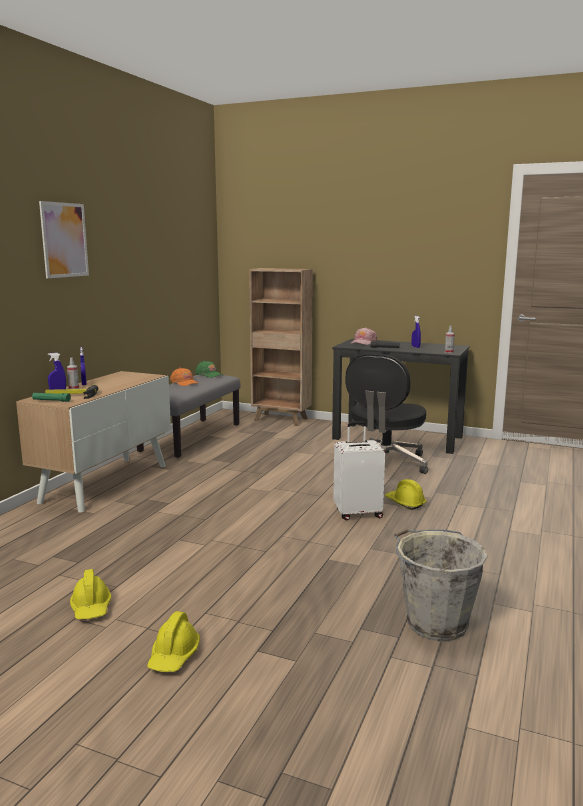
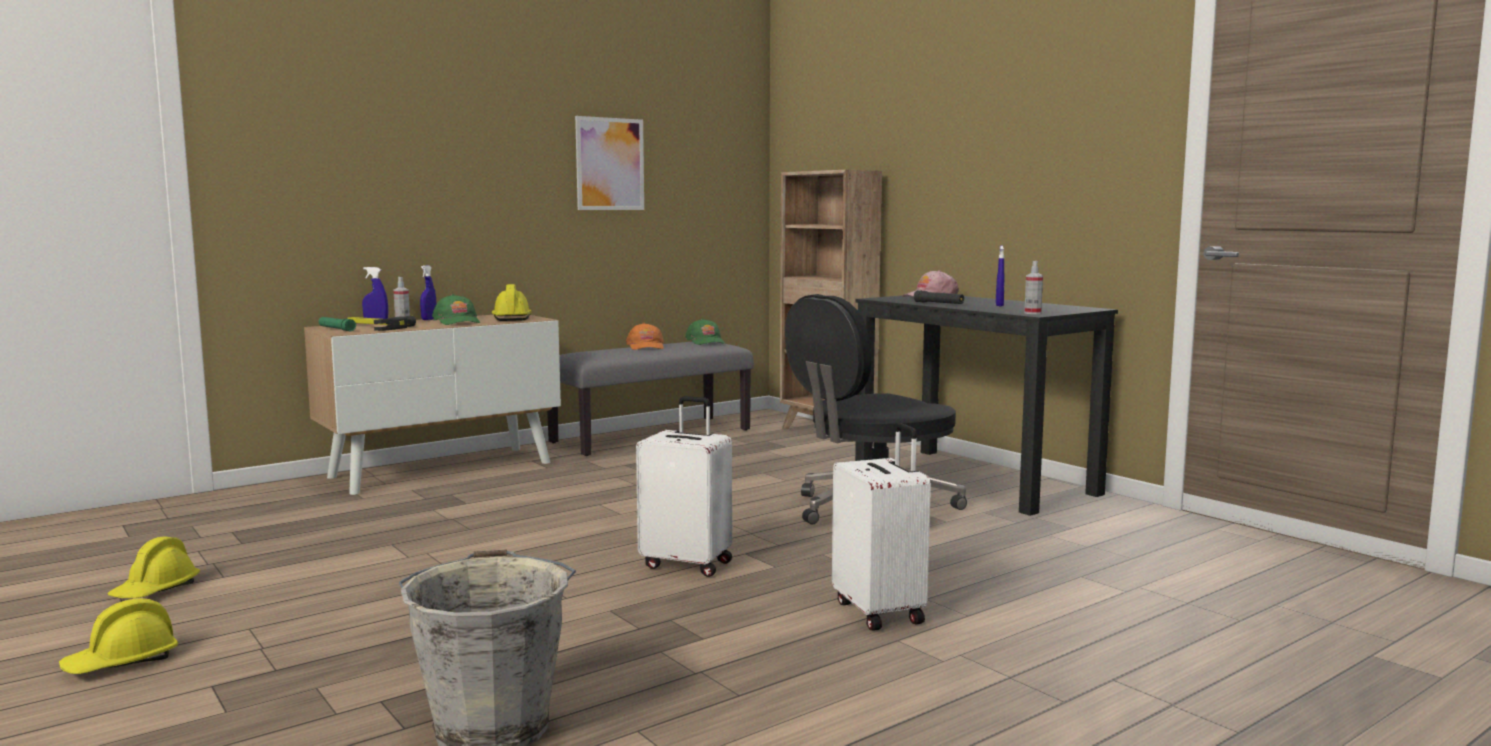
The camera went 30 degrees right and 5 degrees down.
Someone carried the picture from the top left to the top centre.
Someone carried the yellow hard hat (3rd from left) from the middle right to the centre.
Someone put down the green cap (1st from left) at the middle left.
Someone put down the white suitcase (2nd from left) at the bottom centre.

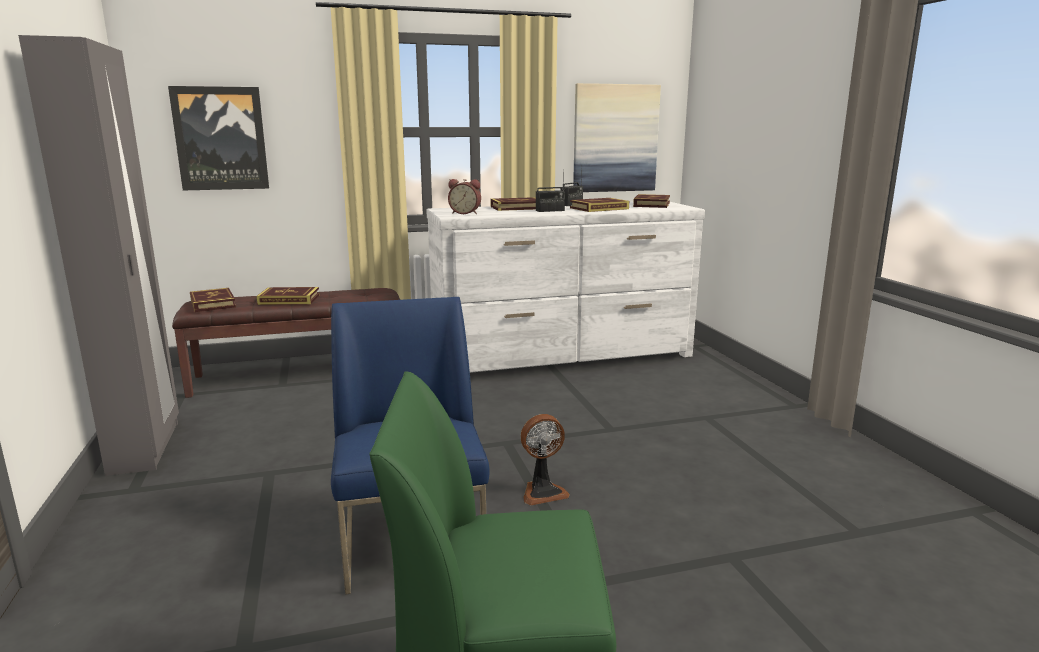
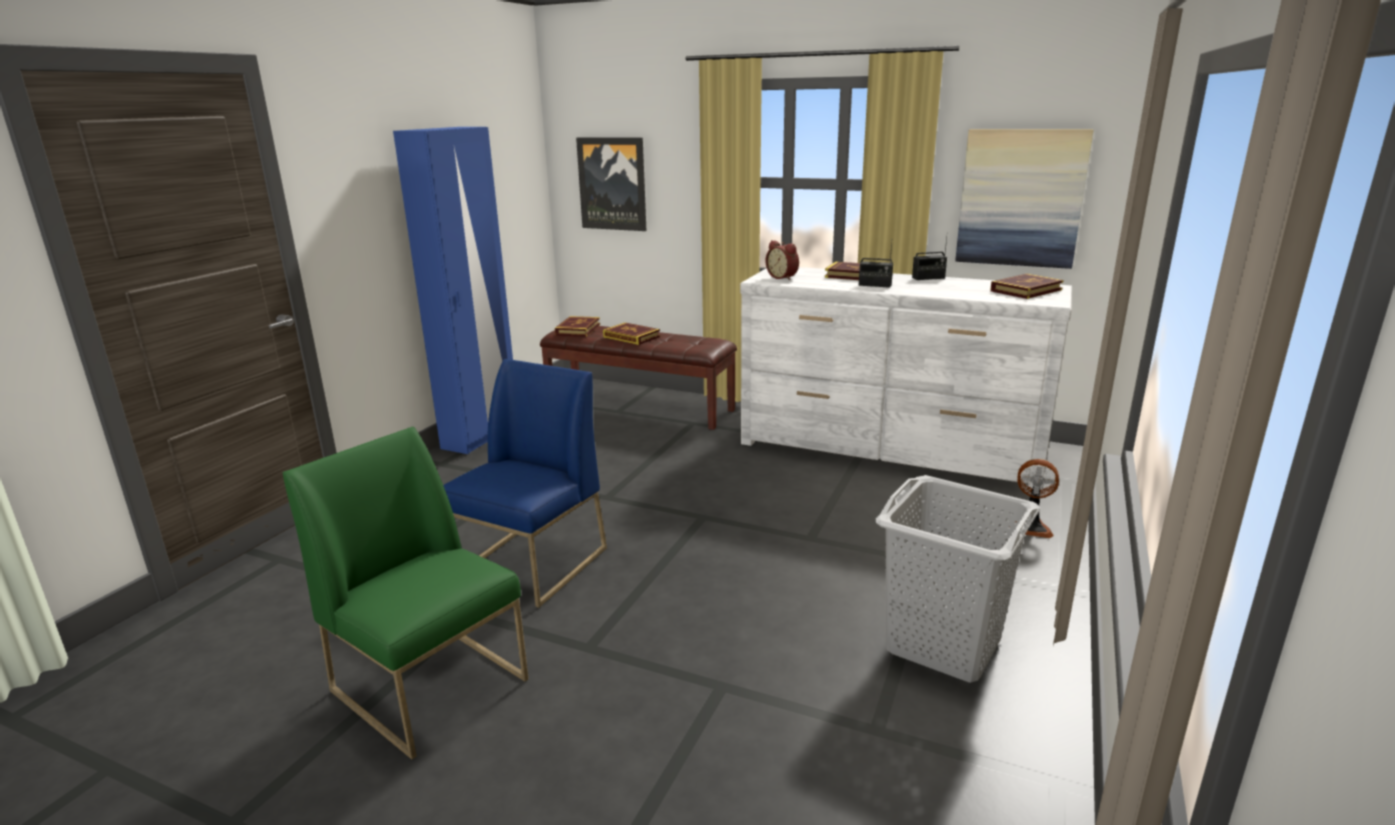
The camera went 40 degrees right and 5 degrees up.
Someone repainted the grey wardrobe at the middle left, which became the blue wardrobe at the middle left.
Someone took away the book (4th from left) at the top centre.
Someone carried the fan from the bottom centre to the middle right.
Someone put down the grey laundry basket at the bottom right.

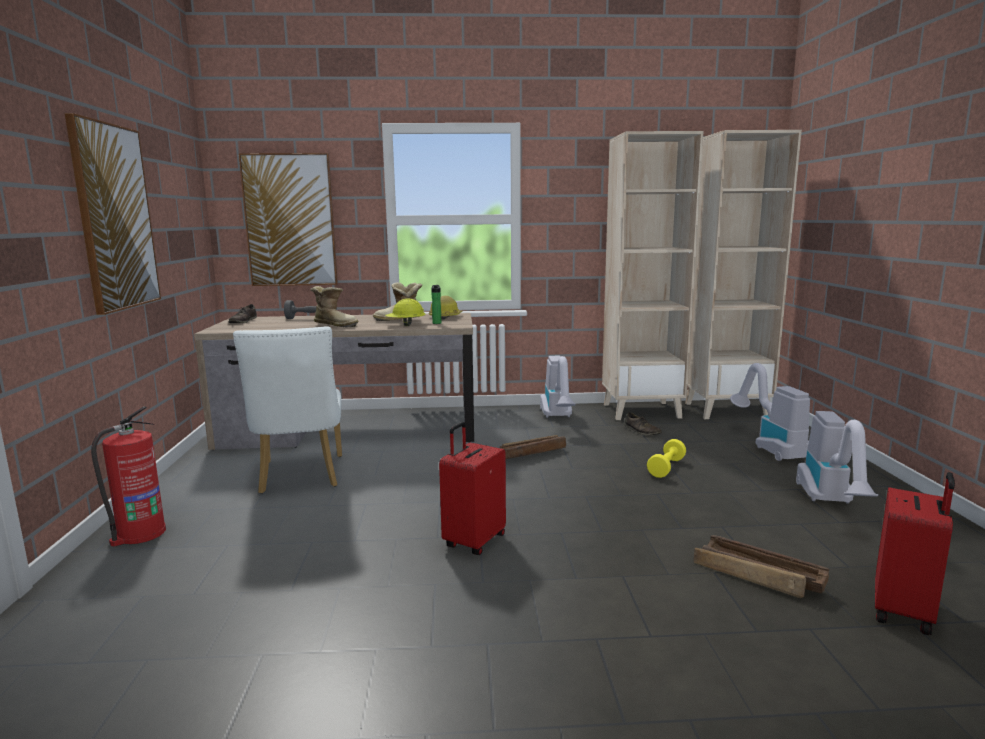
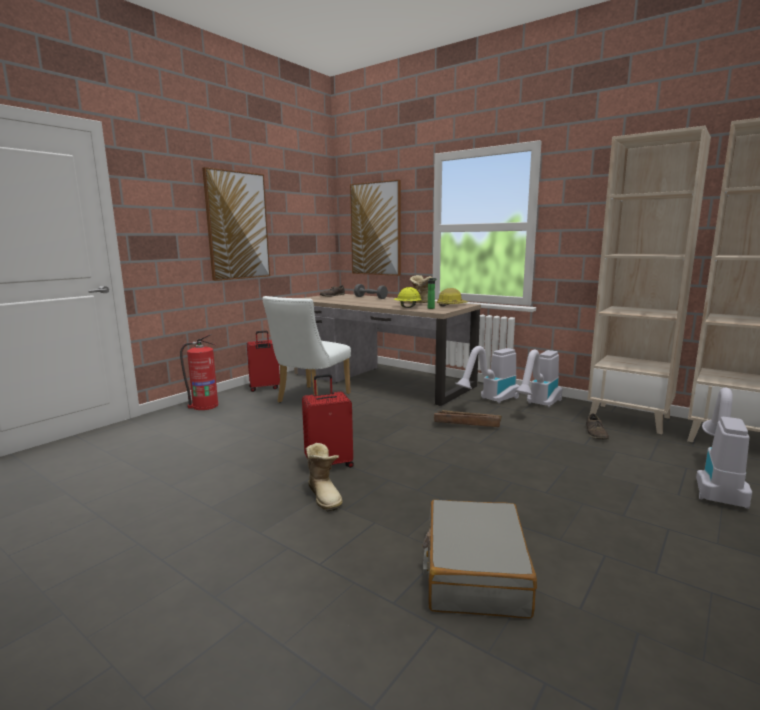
The camera went 40 degrees right and 0 degrees up.
Someone carried the boot (1st from left) from the centre to the bottom centre.
Someone carried the vacuum cleaner (3rd from left in the first image) from the middle right to the centre.
Someone took away the yellow dumbbell at the middle right.
Someone carried the red suitcase (2nd from left in the first image) from the bottom right to the centre.
Someone swapped the crate (2nd from left) at the bottom right for the grey suitcase at the bottom centre.

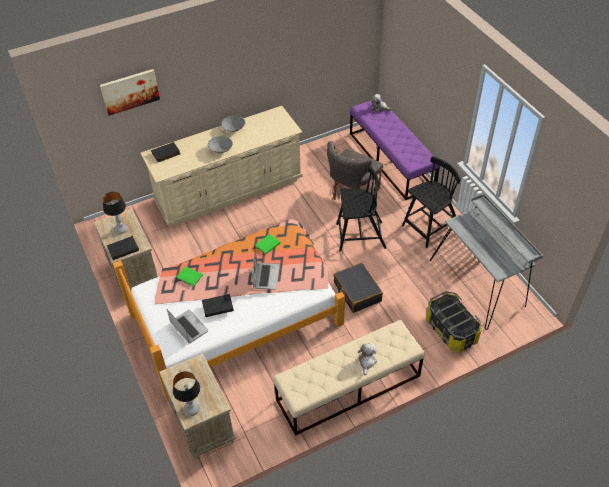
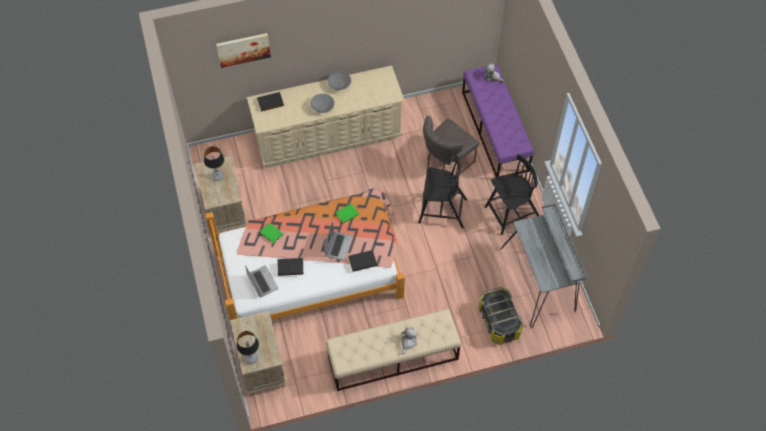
The camera went 10 degrees right and 10 degrees up.
Someone carried the black book (1st from left in the first image) from the middle left to the centre.
Someone took away the black suitcase at the centre.

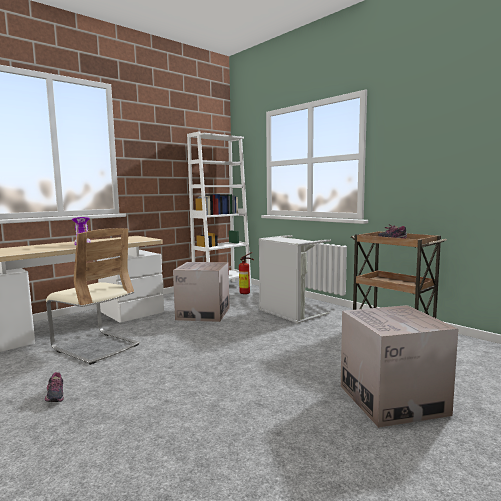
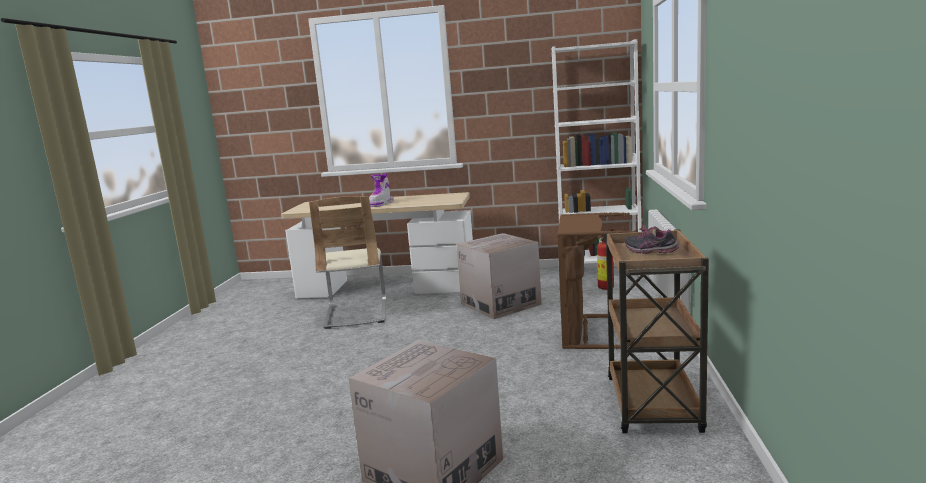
The camera went 50 degrees right and 5 degrees up.
Someone repainted the grey laundry basket at the centre, which became the brown laundry basket at the centre.
Someone took away the shoe (1st from left) at the bottom left.

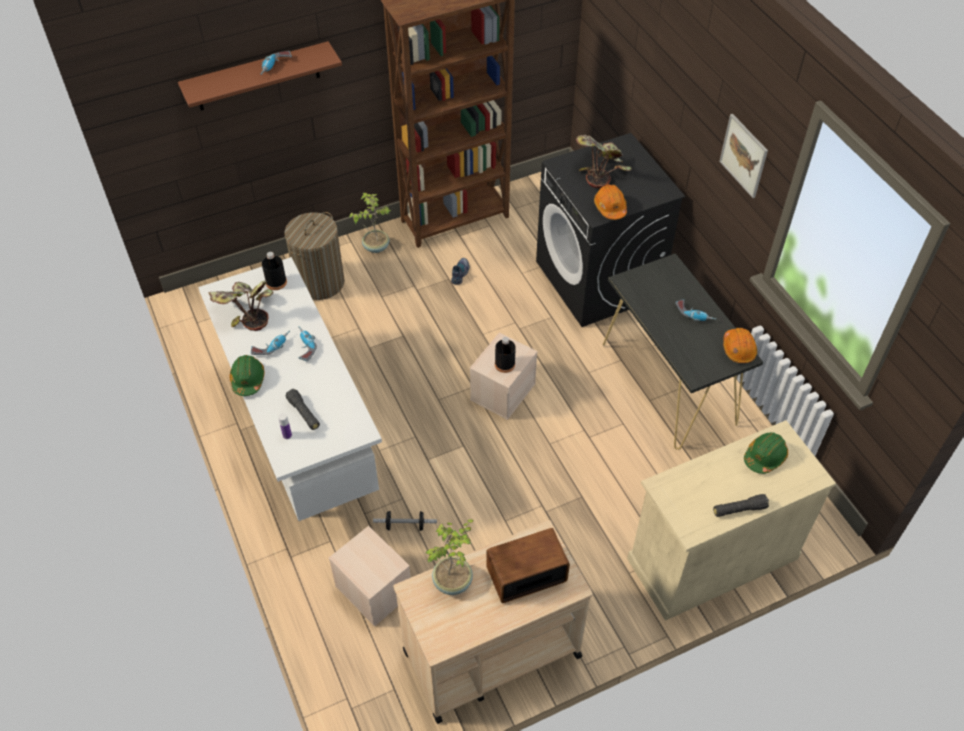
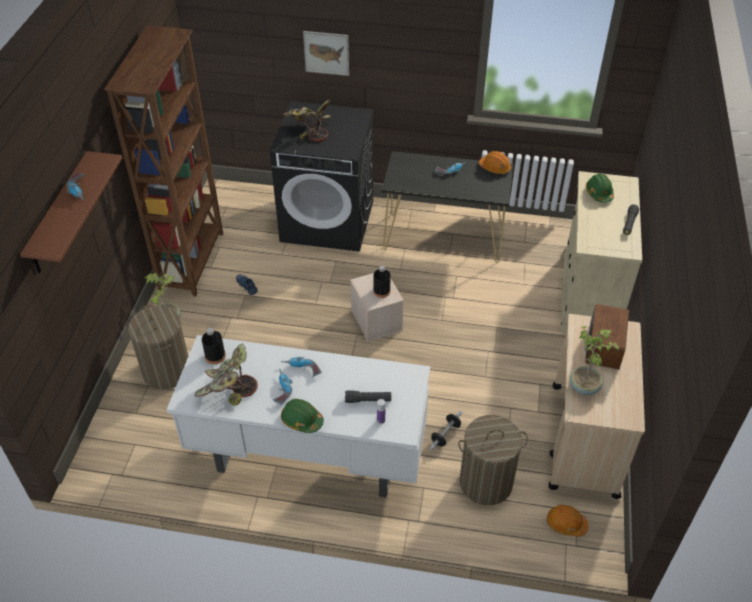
The camera went 55 degrees left and 5 degrees down.
Someone carried the picture from the top right to the top centre.
Someone carried the orange hard hat (1st from left in the first image) from the top centre to the bottom right.
Someone swapped the beige storage box (1st from left) at the bottom centre for the laundry basket (2nd from left) at the bottom centre.

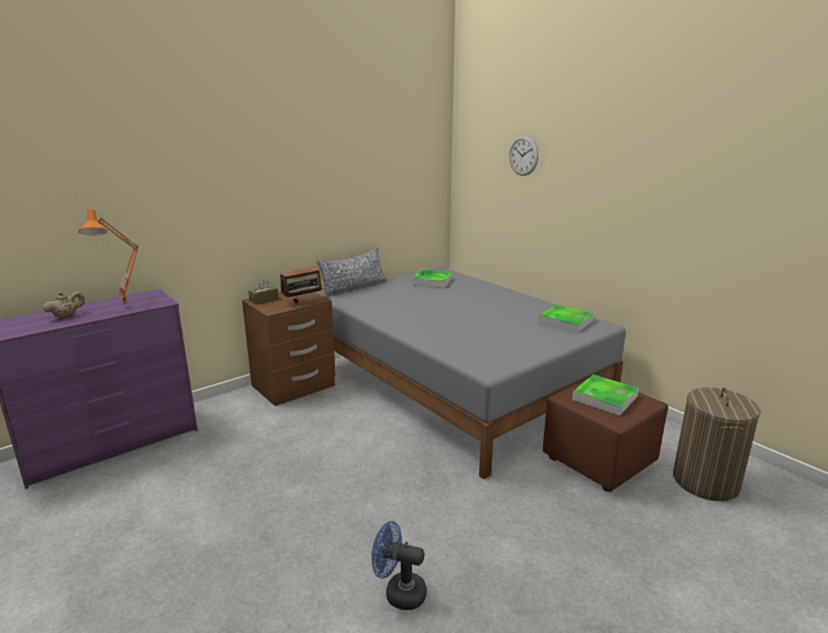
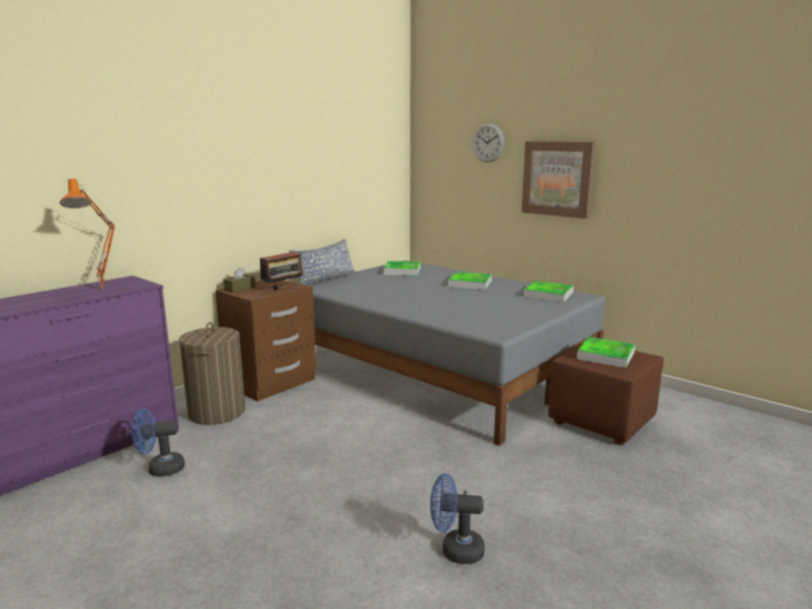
The camera went 10 degrees left and 5 degrees down.
Someone took away the beige teapot at the middle left.
Someone carried the laundry basket from the bottom right to the middle left.
Someone put up the picture at the top right.
Someone put down the tray (2nd from left) at the centre.
Someone put down the blue fan (1st from left) at the bottom left.

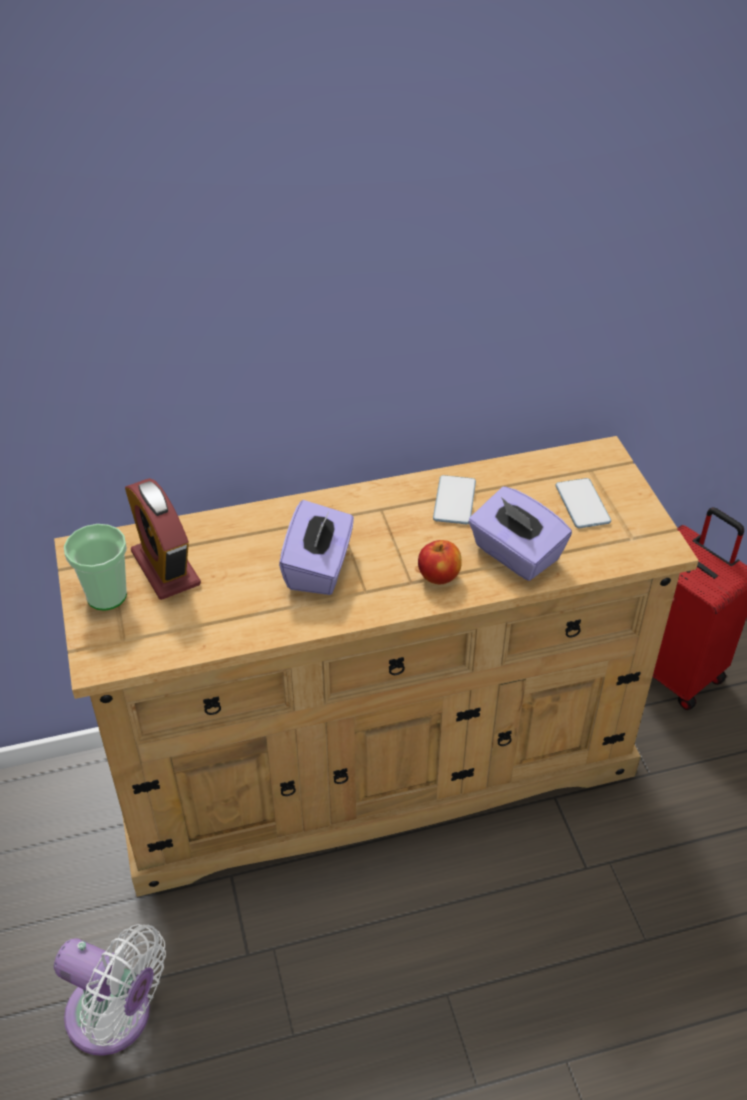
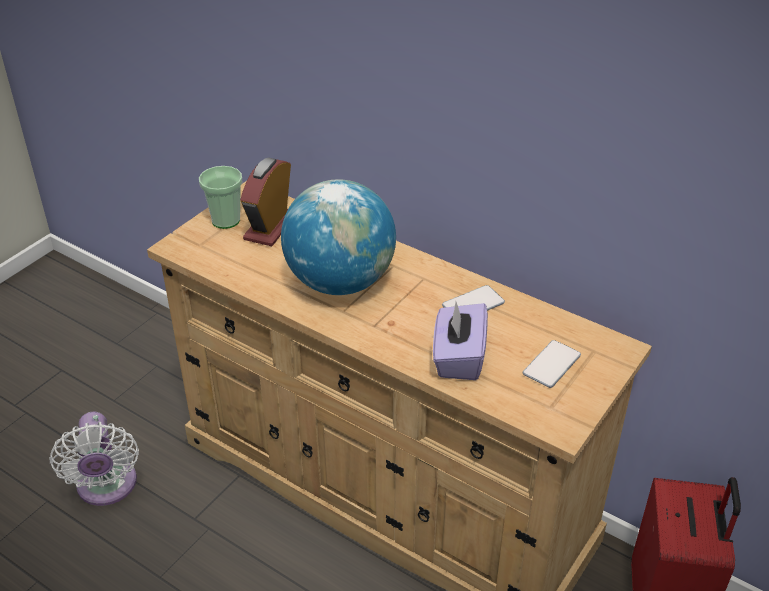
The camera went 50 degrees right and 5 degrees down.
Someone swapped the purple tissue box (1st from left) at the centre for the globe at the centre.
Someone took away the apple at the centre.

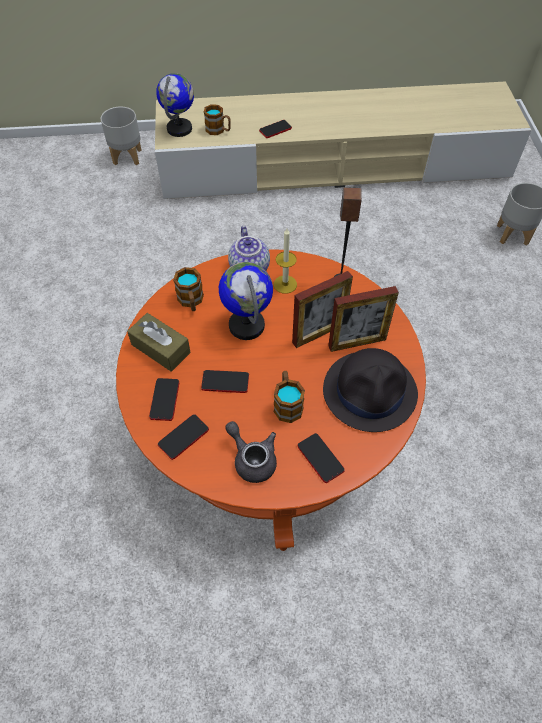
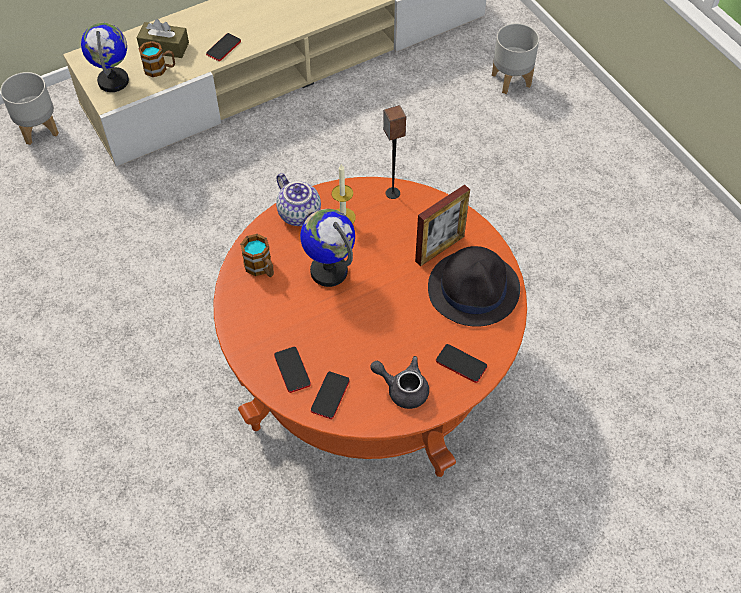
The camera went 25 degrees left and 0 degrees up.
Someone took away the picture frame (1st from left) at the centre.
Someone carried the brown tissue box from the middle left to the top left.
Someone took away the phone (3rd from left) at the centre.
Someone took away the mug (3rd from left) at the centre.

